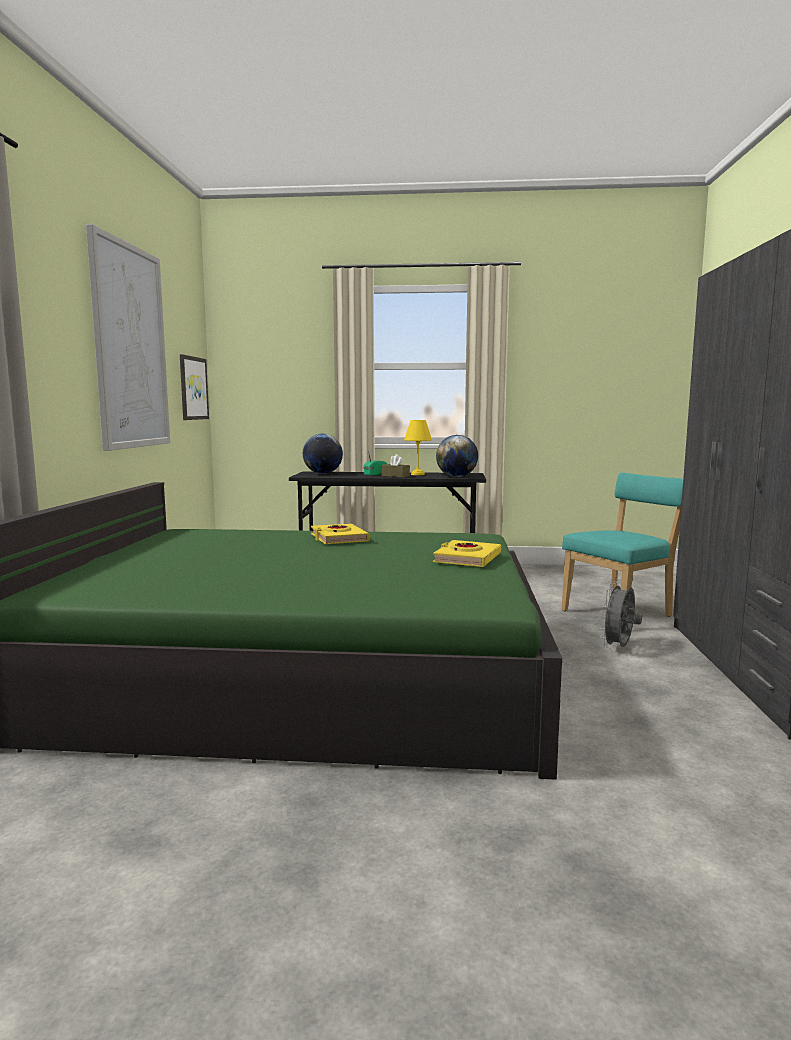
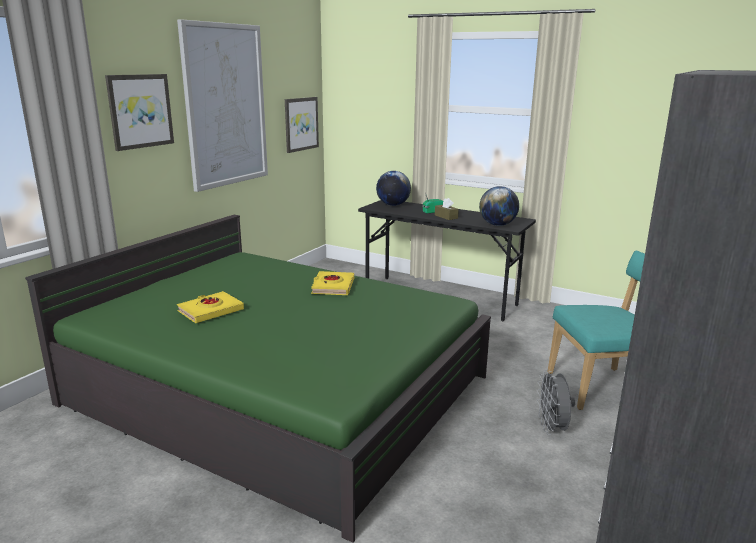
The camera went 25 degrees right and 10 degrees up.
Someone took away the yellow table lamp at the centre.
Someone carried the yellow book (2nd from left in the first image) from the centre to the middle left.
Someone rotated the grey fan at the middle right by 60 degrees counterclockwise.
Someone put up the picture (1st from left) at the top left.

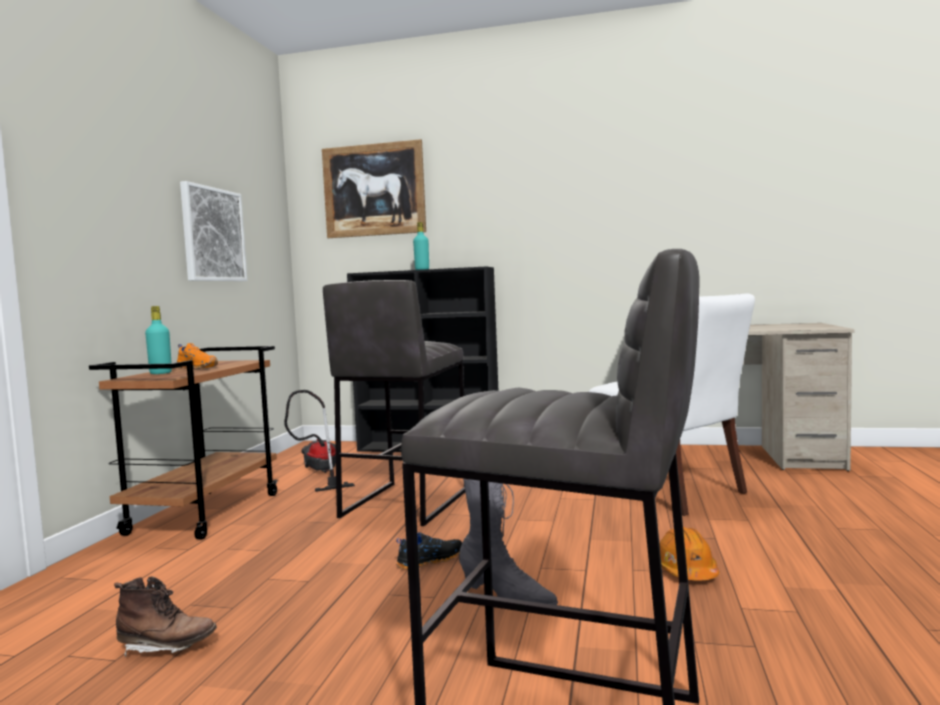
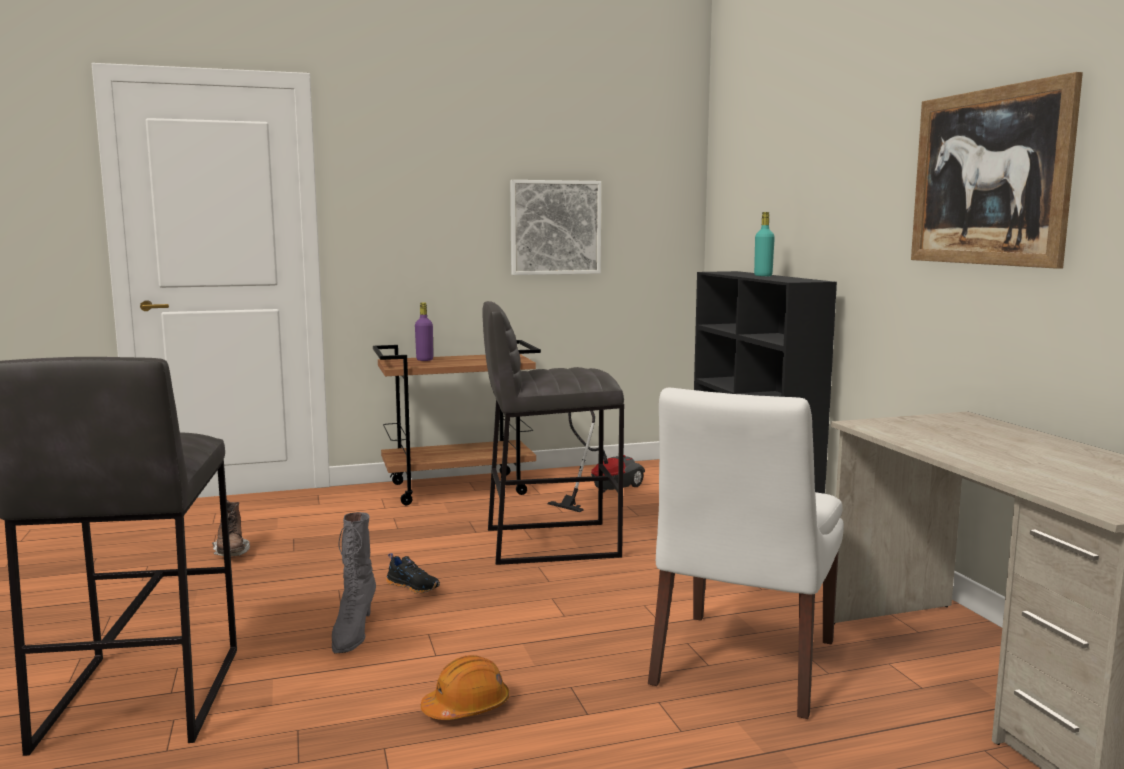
The camera went 60 degrees right and 5 degrees up.
Someone carried the picture (2nd from left) from the top centre to the top right.
Someone repainted the turquoise bottle (1st from left) at the middle left, which became the purple bottle at the centre.
Someone took away the orange shoe at the middle left.

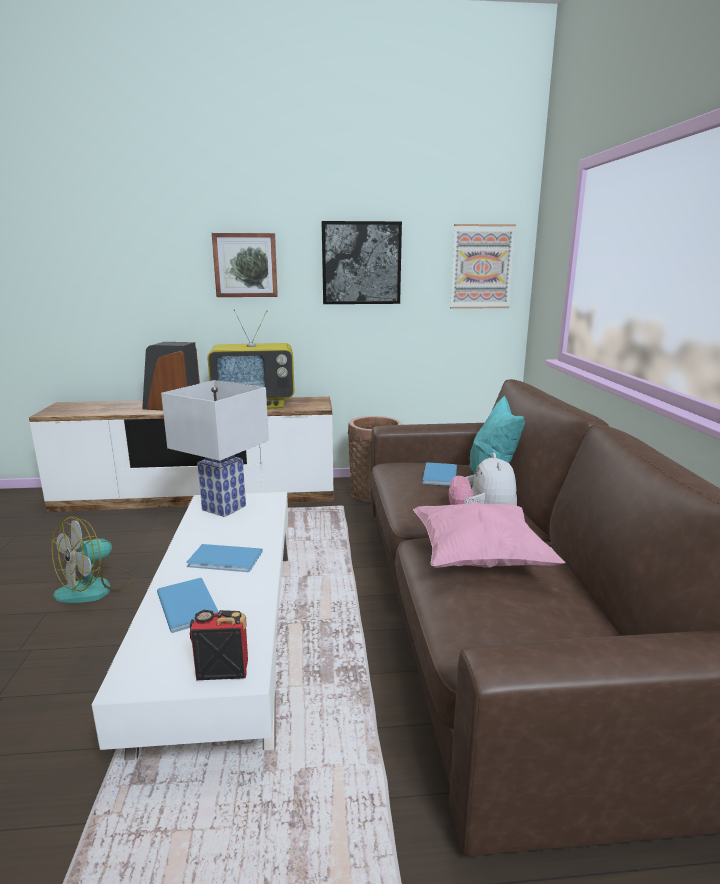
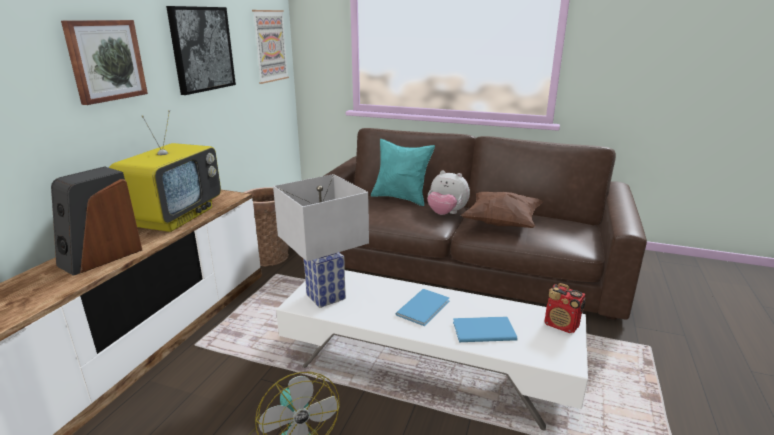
The camera went 65 degrees left and 5 degrees up.
Someone took away the blue book (3rd from left) at the centre.
Someone repainted the pink pillow at the middle right, which became the brown pillow at the centre.
Someone rotated the radio at the bottom left by 75 degrees counterclockwise.

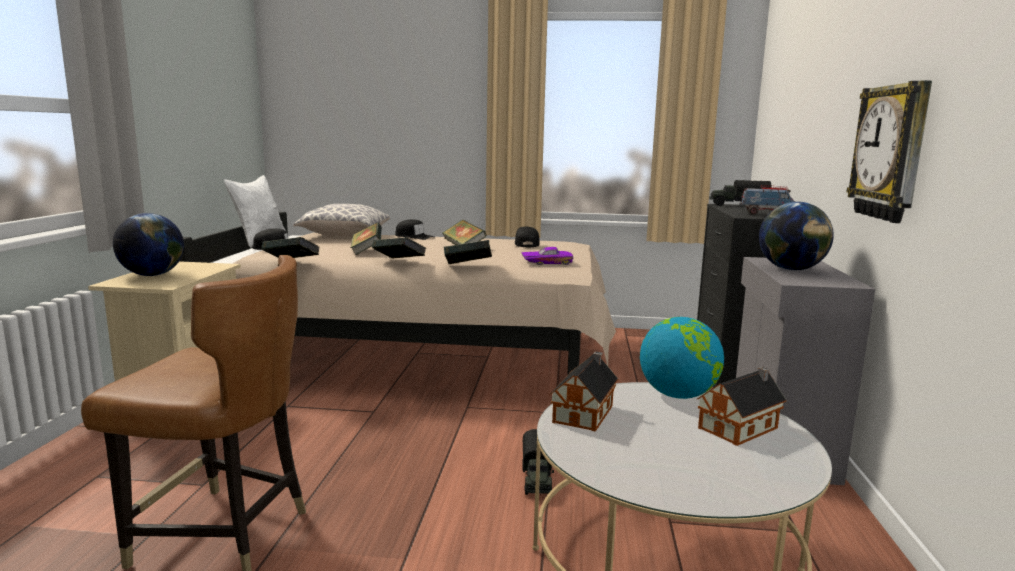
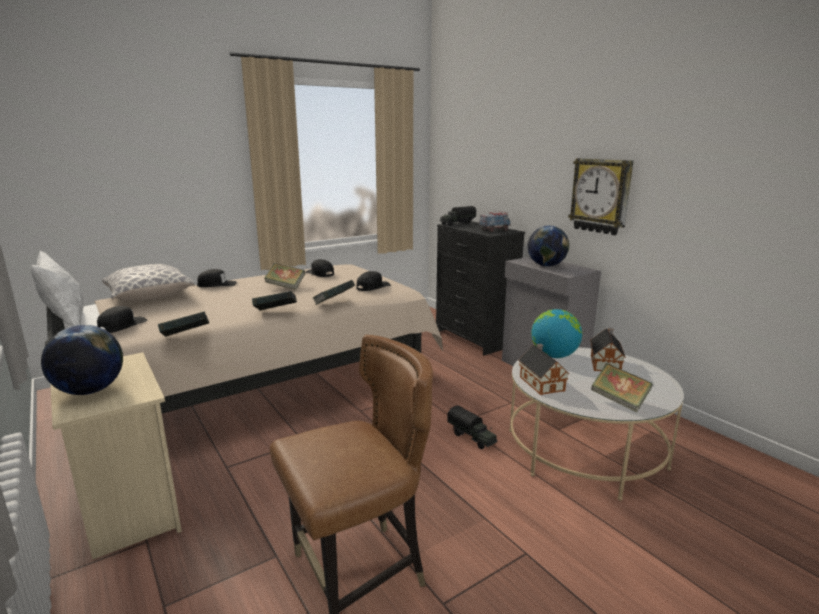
The camera went 40 degrees left and 5 degrees up.
Someone carried the book (2nd from left in the first image) from the centre to the middle right.
Someone swapped the purple toy car at the centre for the black cap (4th from left) at the centre.

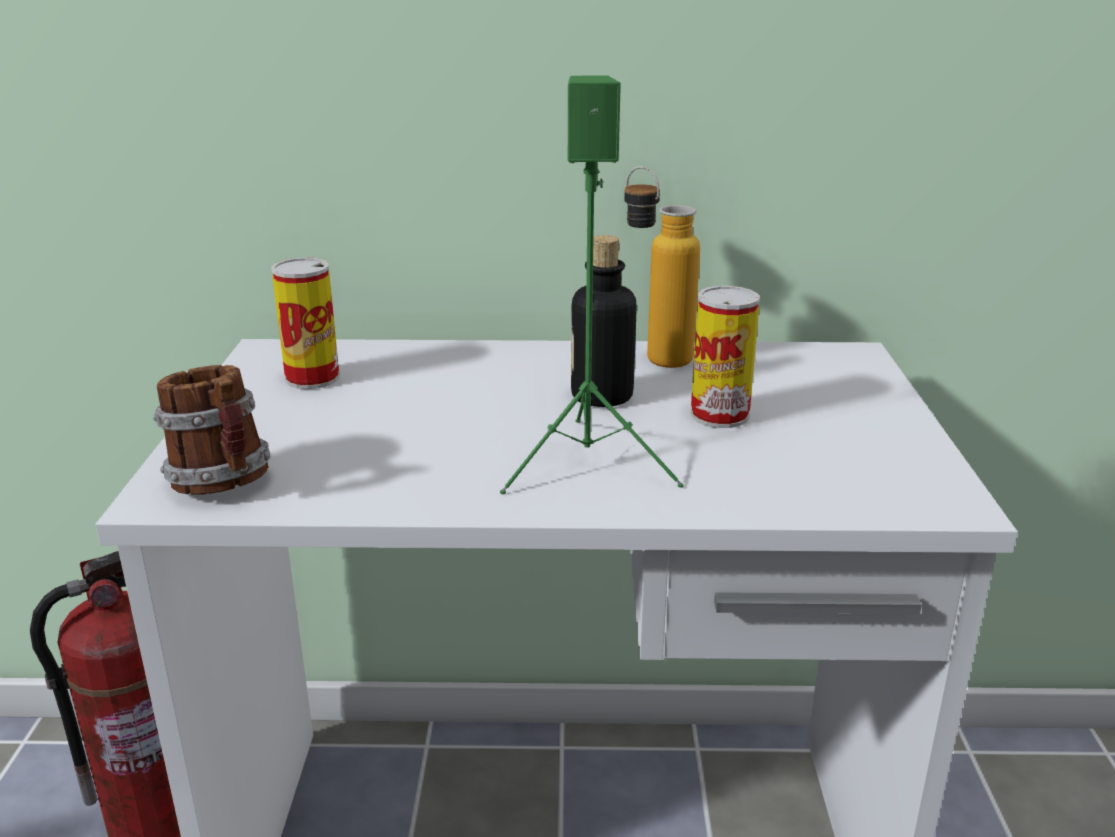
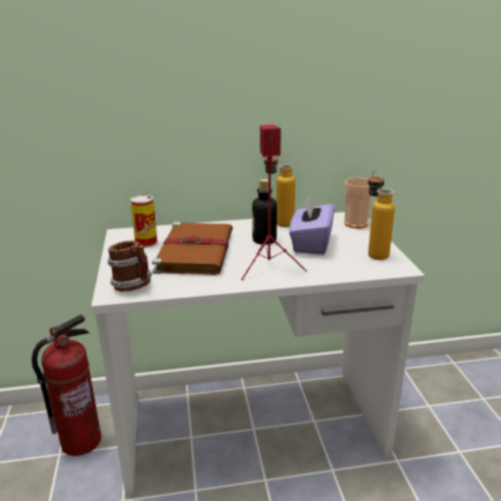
The camera went 10 degrees left and 0 degrees up.
Someone repainted the green speaker at the centre, which became the red speaker at the centre.
Someone swapped the can (2nd from left) at the centre for the purple tissue box at the centre.
Someone put down the bottle (3rd from left) at the middle right.
Someone put down the cup at the middle right.
Someone put down the brown book at the centre.

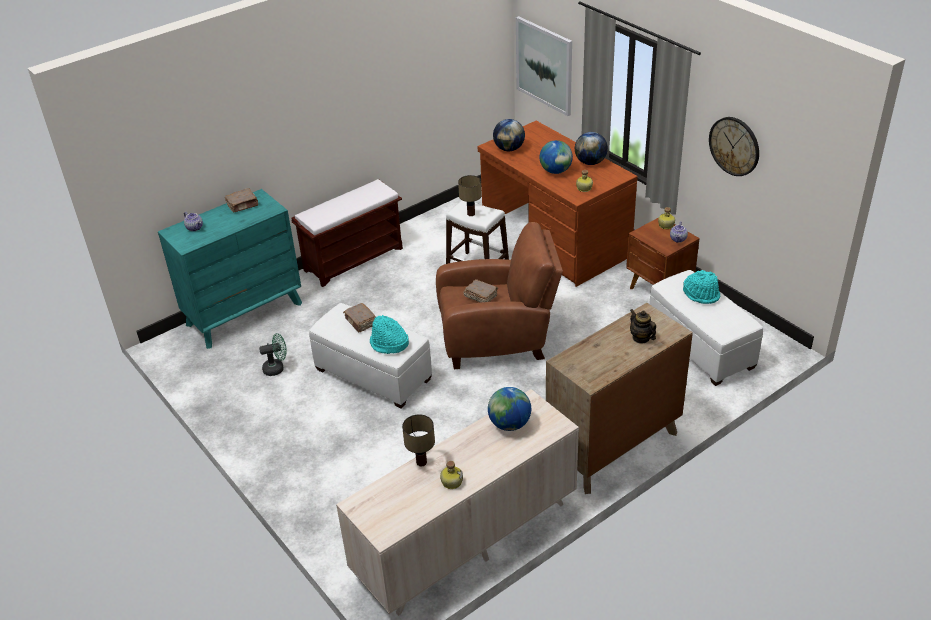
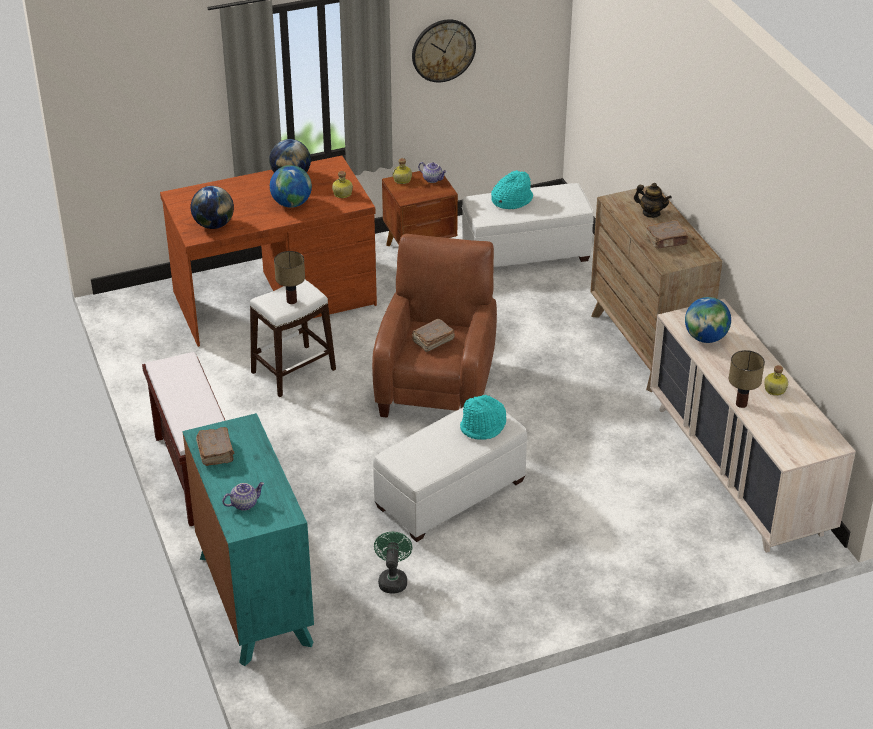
The camera went 75 degrees left and 0 degrees up.
Someone took away the picture at the top centre.
Someone carried the brown book (2nd from left in the first image) from the centre to the top right.
Someone rotated the teapot (2nd from left in the first image) at the middle right by 135 degrees counterclockwise.

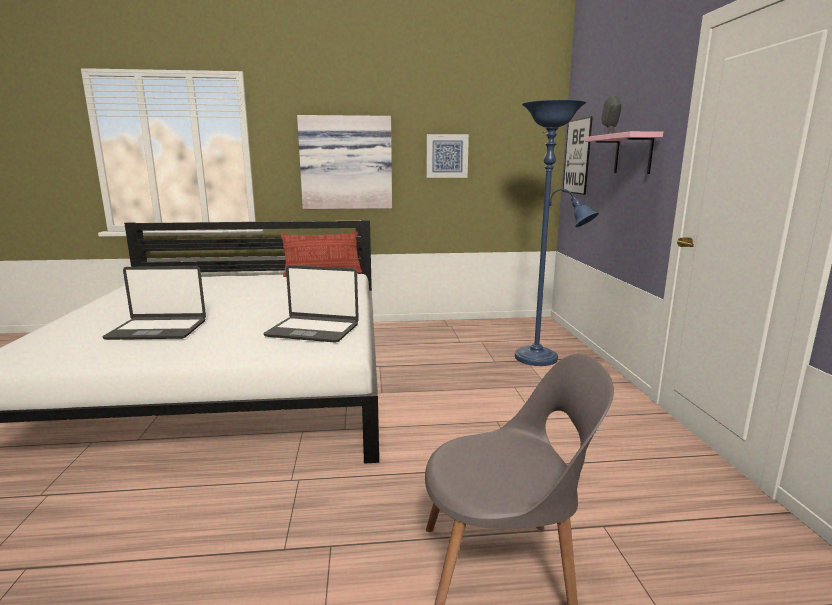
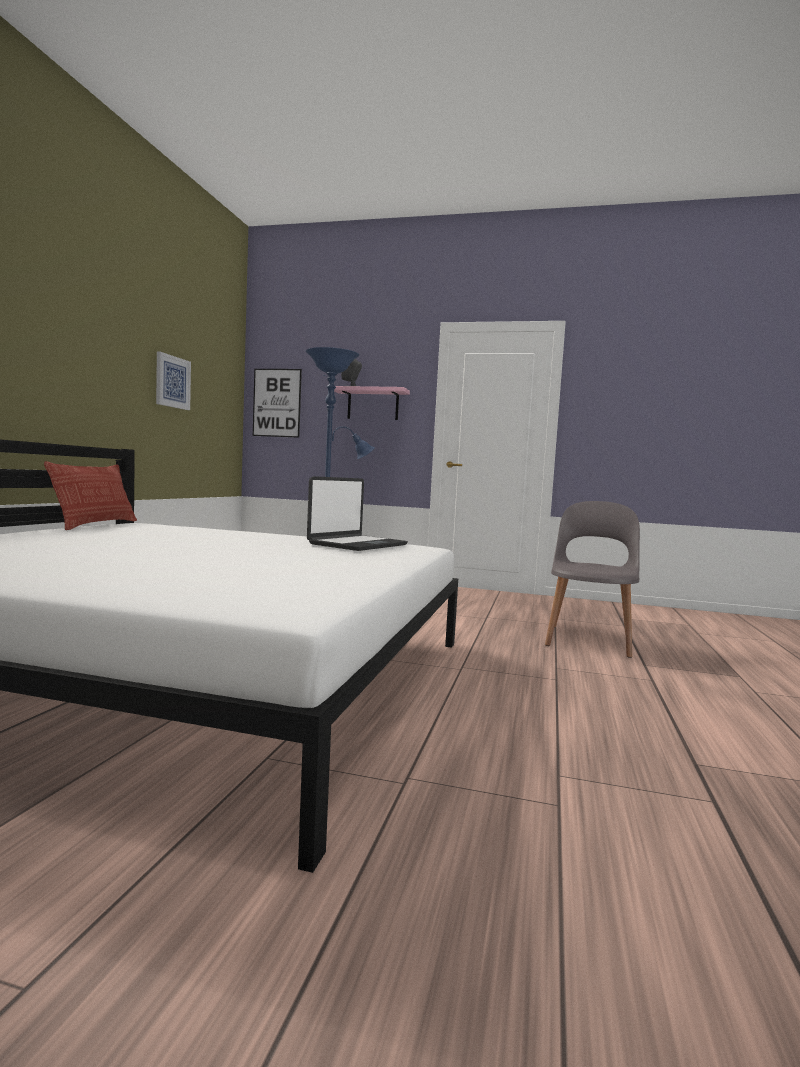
The camera went 70 degrees left and 10 degrees down.
Someone took away the picture (1st from left) at the top centre.
Someone took away the laptop (1st from left) at the middle left.

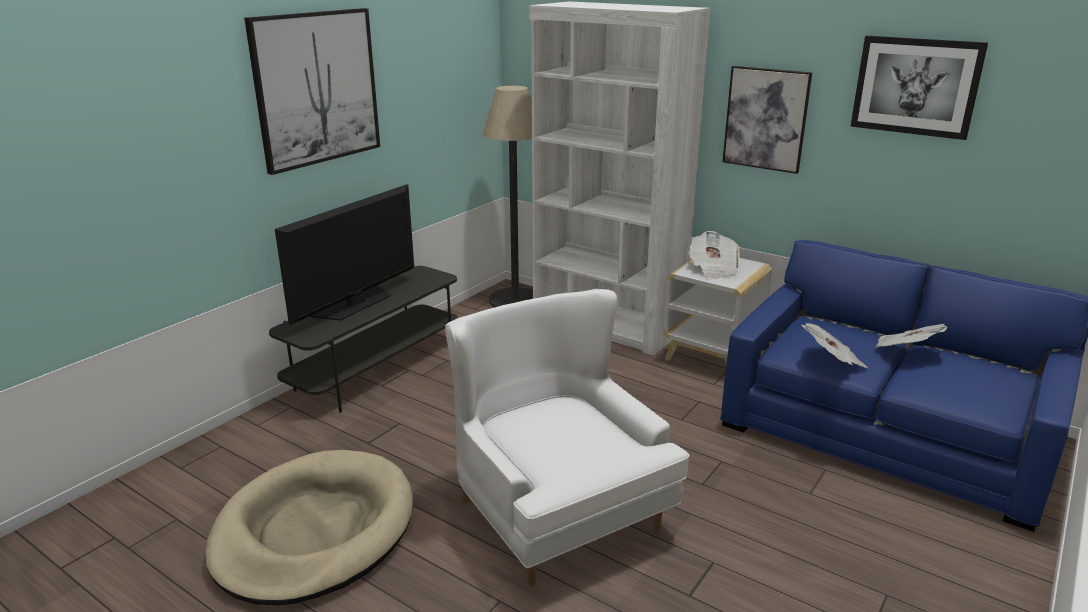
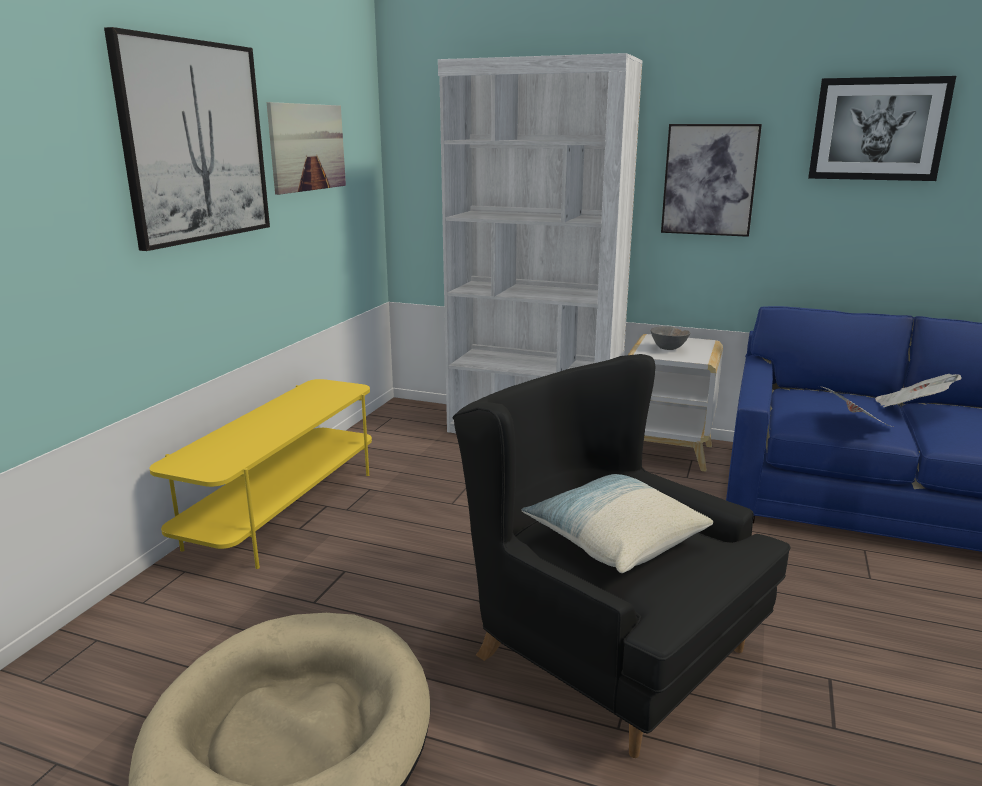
The camera went 15 degrees left and 5 degrees down.
Someone took away the floor lamp at the top centre.
Someone took away the television at the middle left.
Someone swapped the newspaper (1st from left) at the centre for the grey bowl at the middle right.
Someone repainted the grey tv stand at the centre, which became the yellow tv stand at the middle left.
Someone repainted the white armchair at the bottom centre, which became the black armchair at the bottom centre.
Someone put up the picture (2nd from left) at the top left.
Someone put down the pillow at the centre.

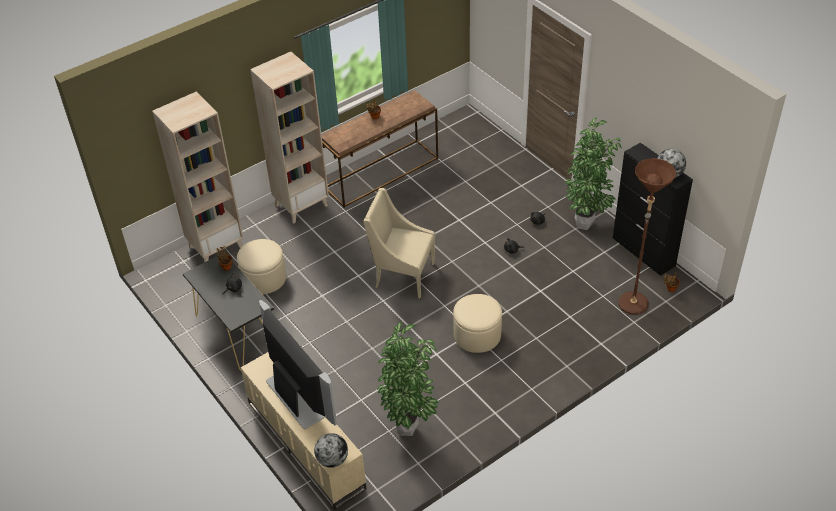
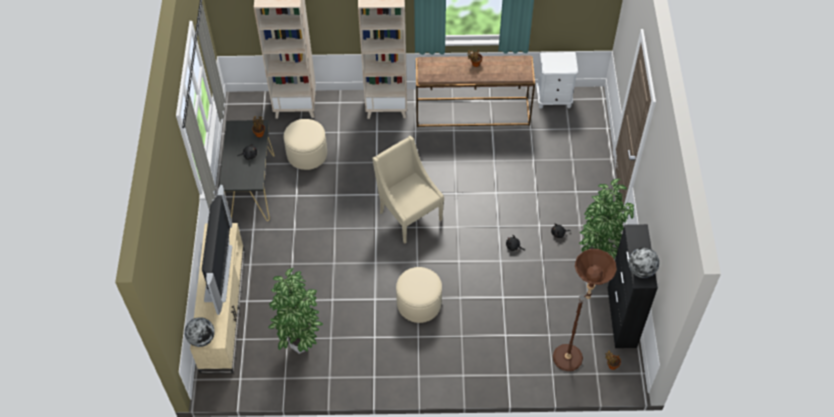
The camera went 35 degrees right and 10 degrees up.
Someone put down the white nightstand at the top right.

